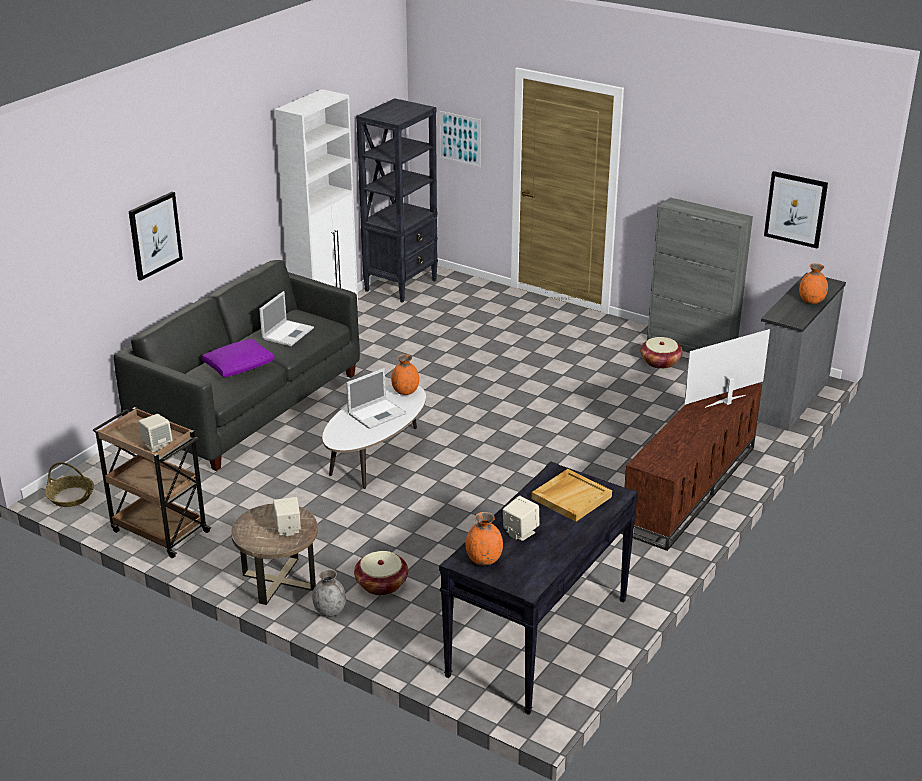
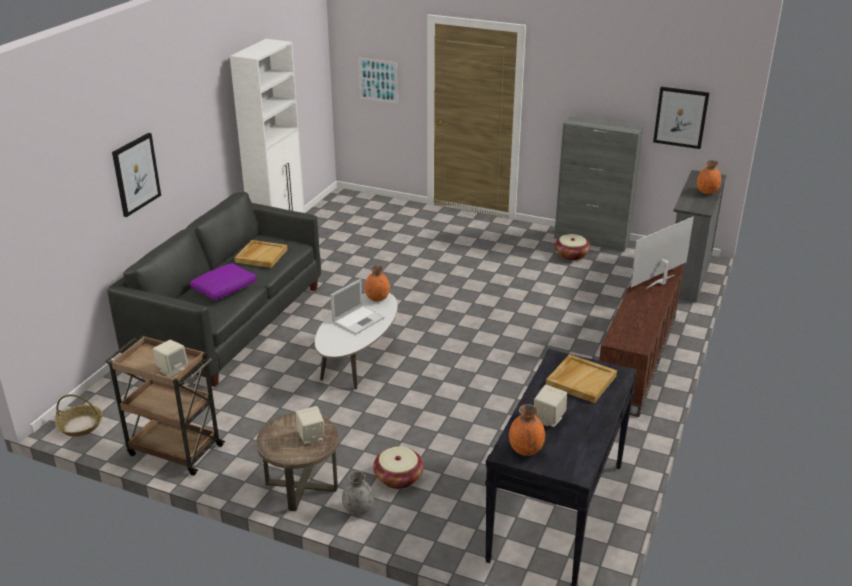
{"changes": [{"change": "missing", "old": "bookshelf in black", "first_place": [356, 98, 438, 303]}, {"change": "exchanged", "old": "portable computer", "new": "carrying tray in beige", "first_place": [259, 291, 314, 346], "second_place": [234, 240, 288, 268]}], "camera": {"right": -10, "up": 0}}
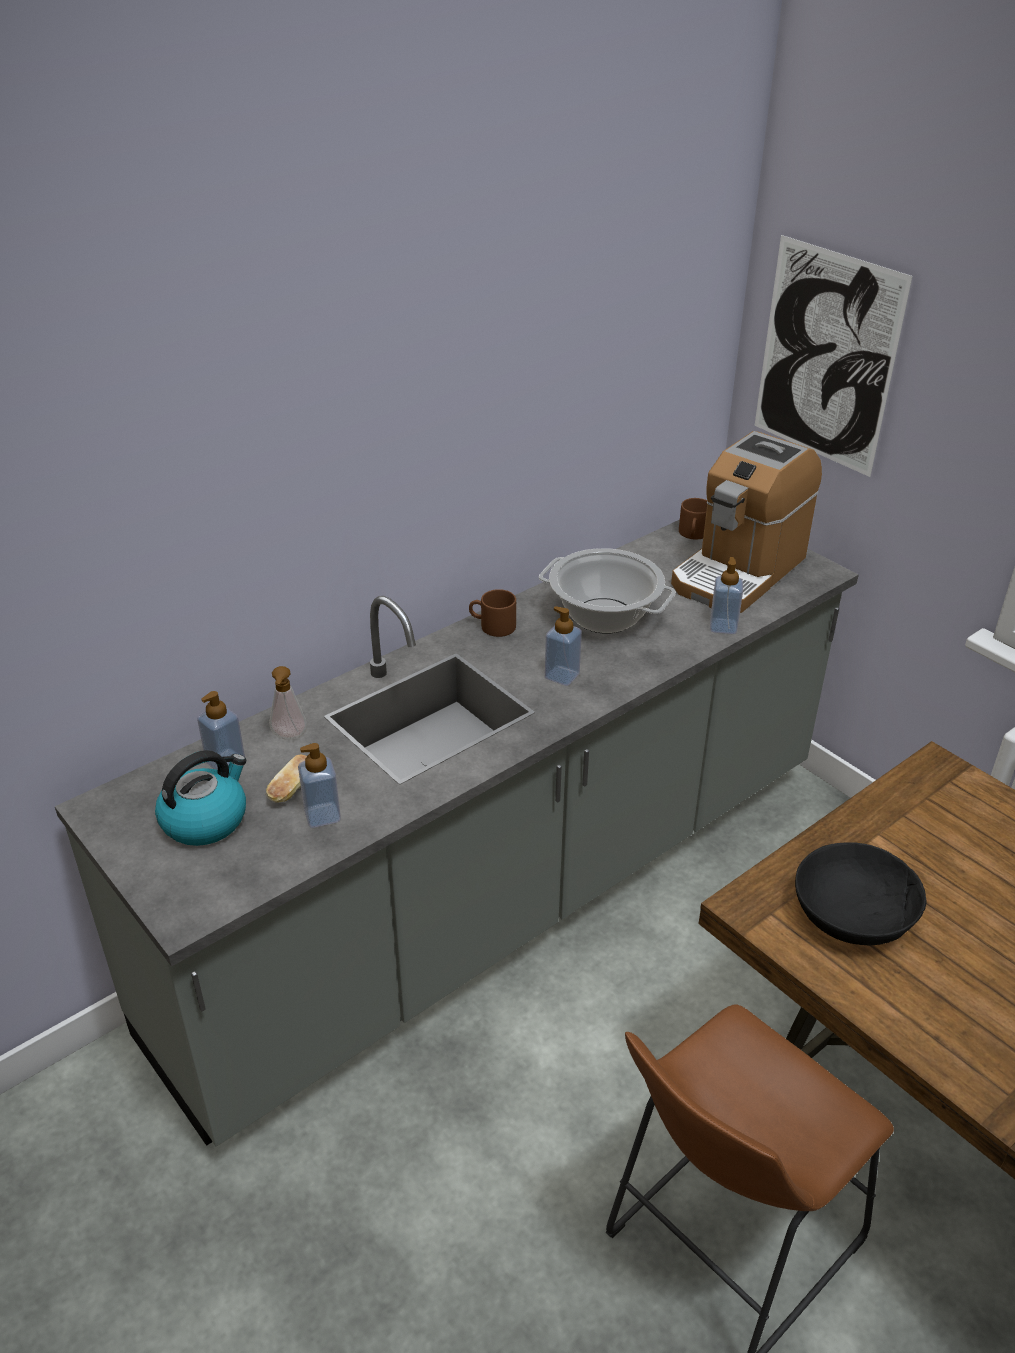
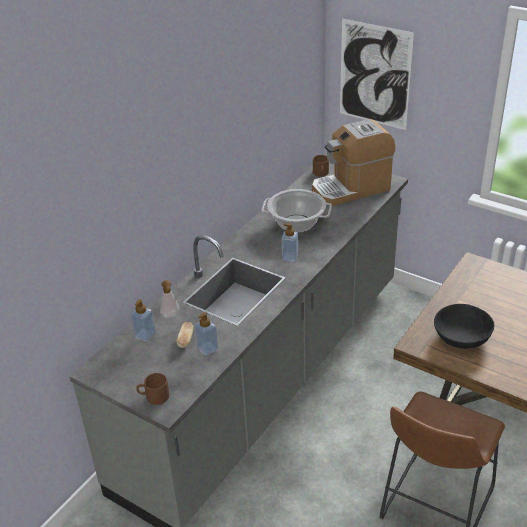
{"changes": [{"change": "missing", "old": "water kettle", "first_place": [155, 750, 246, 846]}, {"change": "missing", "old": "soap bottle", "first_place": [710, 557, 743, 634]}, {"change": "relocated", "old": "mug in brown", "first_place": [469, 589, 516, 637], "second_place": [136, 373, 169, 405]}, {"change": "spun", "old": "coffee maker", "first_place": [671, 431, 822, 613], "second_place": [312, 119, 395, 206], "degrees": 45}], "camera": {"right": -15, "up": 0}}
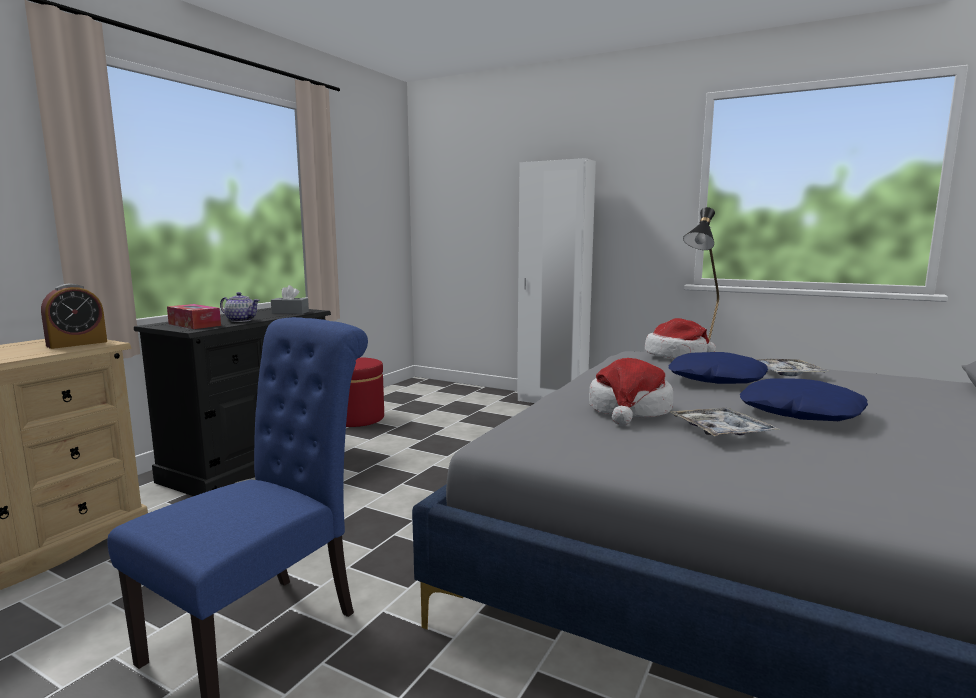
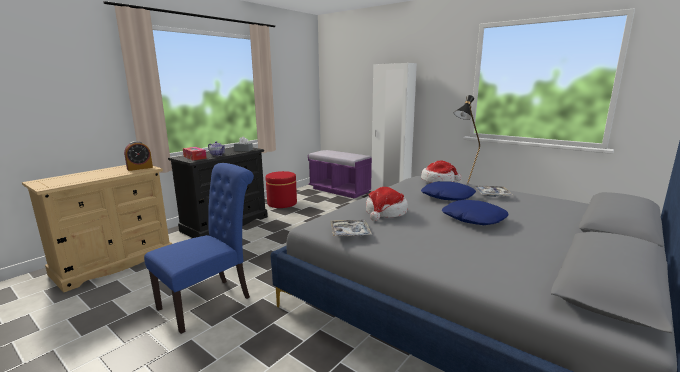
{"changes": [{"change": "appeared", "new": "long seat in purple-coloured", "second_place": [308, 150, 372, 198]}, {"change": "relocated", "old": "carrying tray", "first_place": [670, 408, 780, 436], "second_place": [330, 220, 372, 236]}], "camera": {"right": 10, "up": 5}}
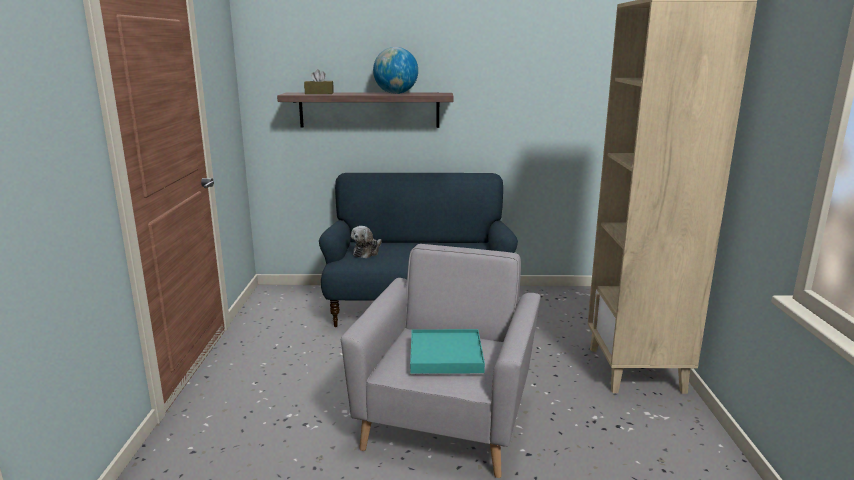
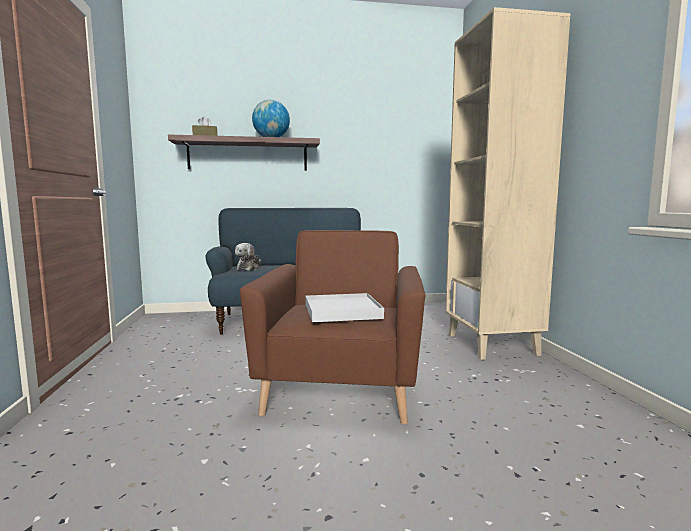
{"changes": [{"change": "colour", "old": "armchair in greyish", "new": "armchair in brown", "first_place": [341, 244, 541, 478], "second_place": [240, 230, 426, 424]}, {"change": "colour", "old": "carrying tray in blue-green", "new": "carrying tray in whitish", "first_place": [410, 329, 485, 374], "second_place": [305, 293, 384, 322]}], "camera": {"right": -10, "up": -10}}
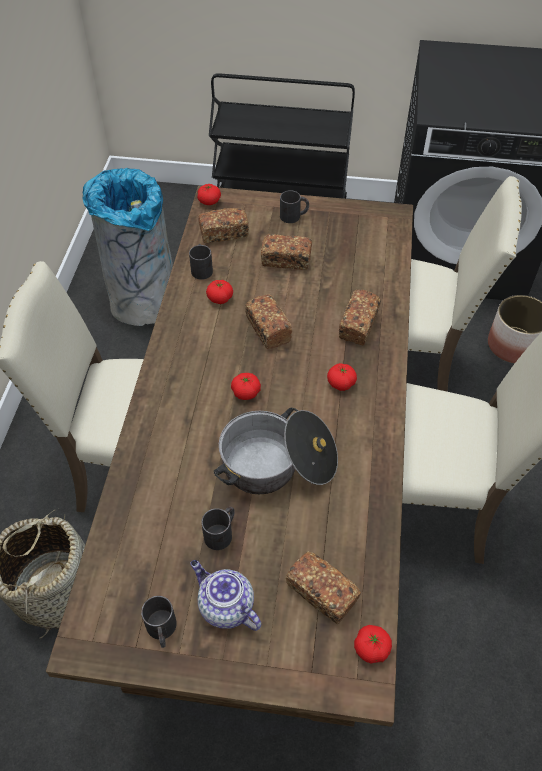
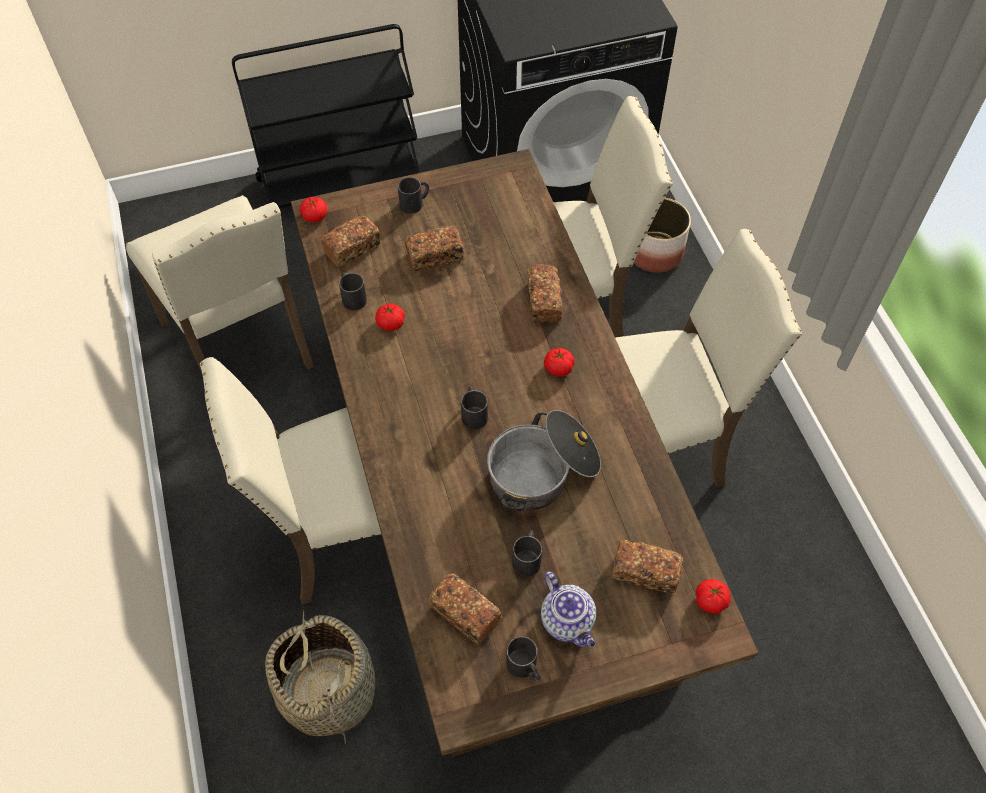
{"changes": [{"change": "relocated", "old": "bakery bread", "first_place": [245, 294, 292, 349], "second_place": [429, 573, 501, 645]}, {"change": "exchanged", "old": "waste bin in greyish", "new": "plain chair in beige", "first_place": [82, 168, 173, 326], "second_place": [126, 195, 314, 373]}, {"change": "exchanged", "old": "fresh tomato", "new": "mug in black", "first_place": [231, 373, 261, 400], "second_place": [461, 387, 488, 430]}, {"change": "spun", "old": "pot for tea", "first_place": [190, 560, 261, 631], "second_place": [541, 572, 596, 647], "degrees": -135}], "camera": {"right": -25, "up": 5}}
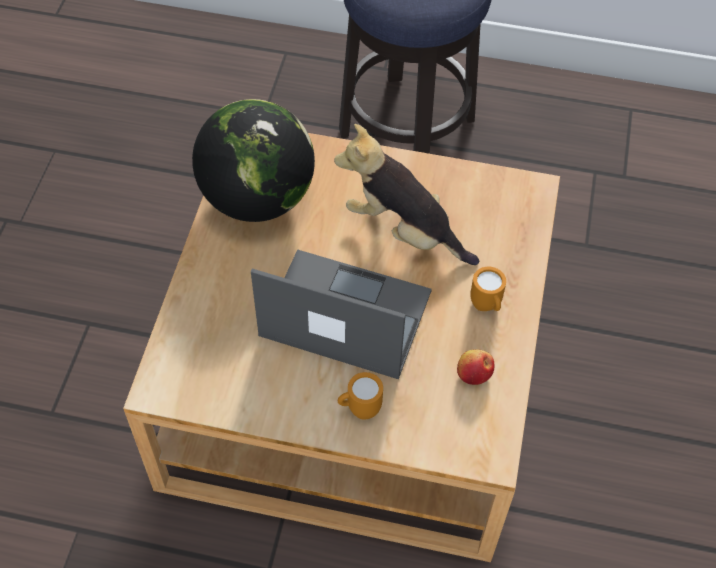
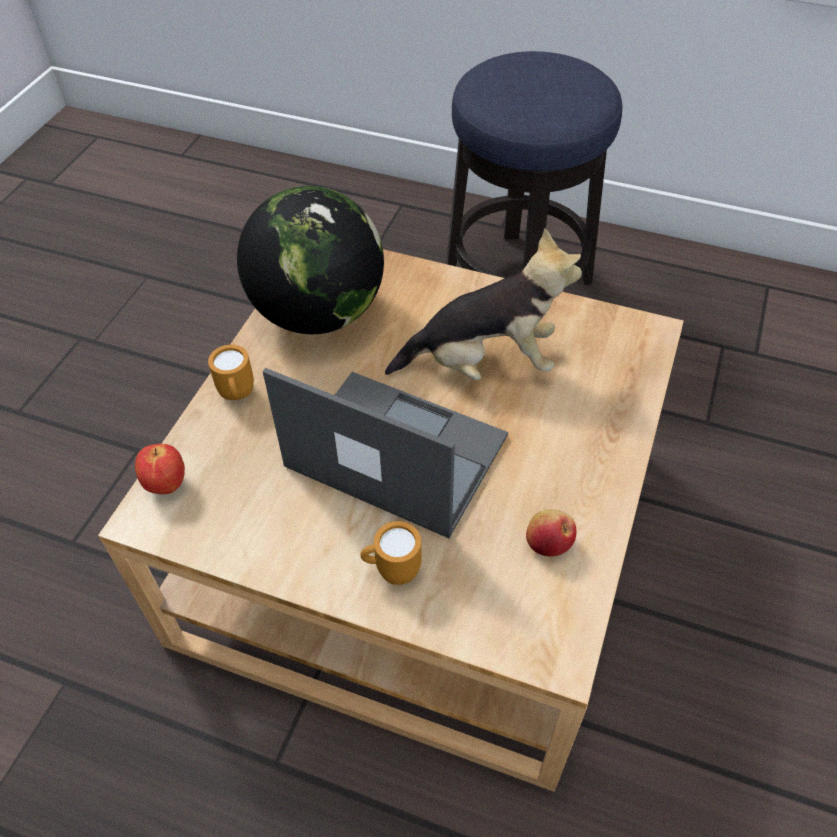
{"changes": [{"change": "appeared", "new": "apple", "second_place": [135, 444, 185, 494]}, {"change": "relocated", "old": "mug in orange-coloured", "first_place": [470, 267, 506, 311], "second_place": [208, 345, 254, 400]}, {"change": "spun", "old": "plush toy", "first_place": [334, 124, 479, 265], "second_place": [385, 228, 582, 380], "degrees": 135}], "camera": {"right": 10, "up": -5}}
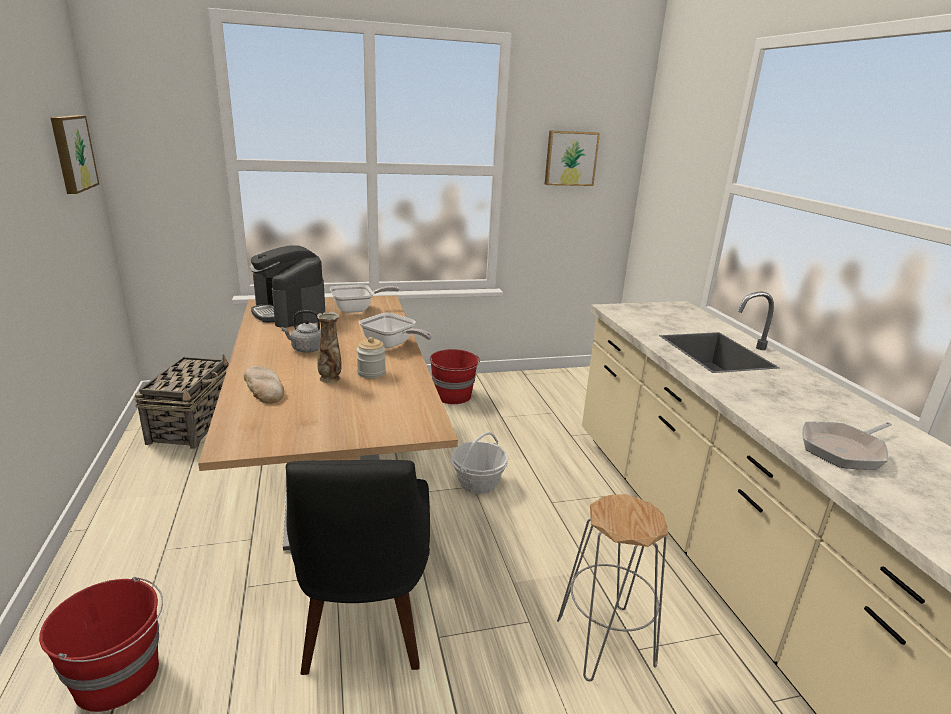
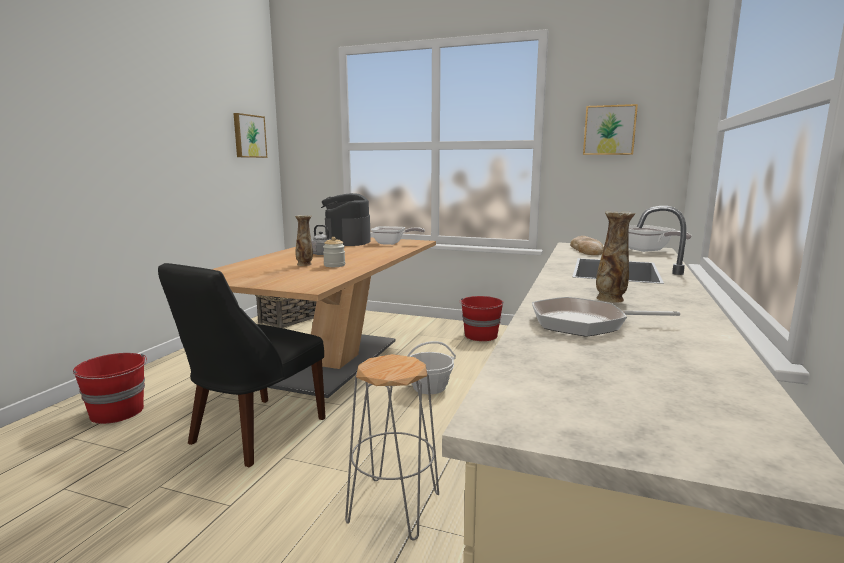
{"changes": [{"change": "appeared", "new": "flower vase", "second_place": [596, 211, 636, 302]}, {"change": "relocated", "old": "bakery bread", "first_place": [244, 366, 284, 404], "second_place": [570, 236, 604, 255]}, {"change": "relocated", "old": "pan", "first_place": [359, 313, 432, 348], "second_place": [628, 225, 692, 252]}], "camera": {"right": 35, "up": -10}}
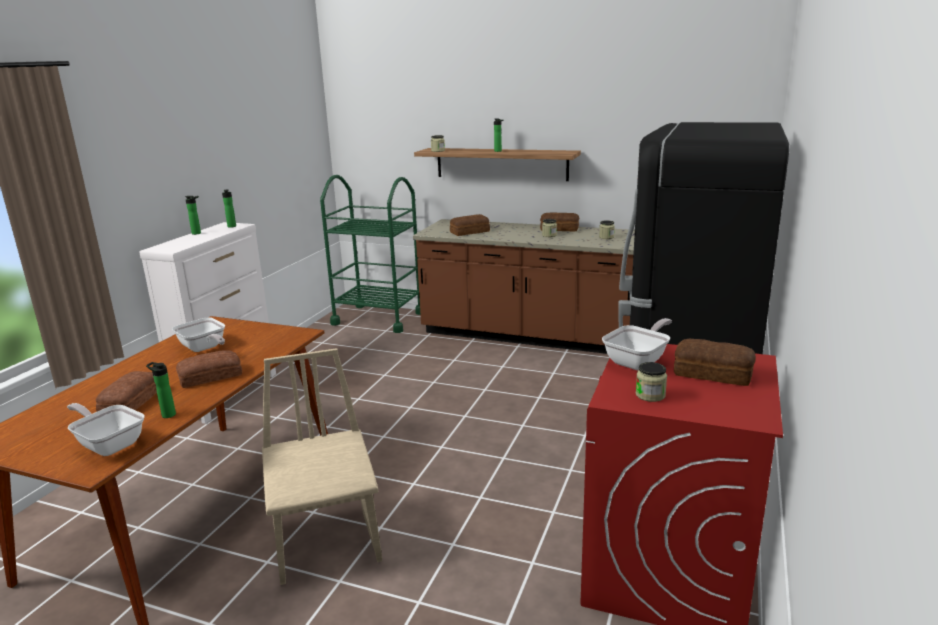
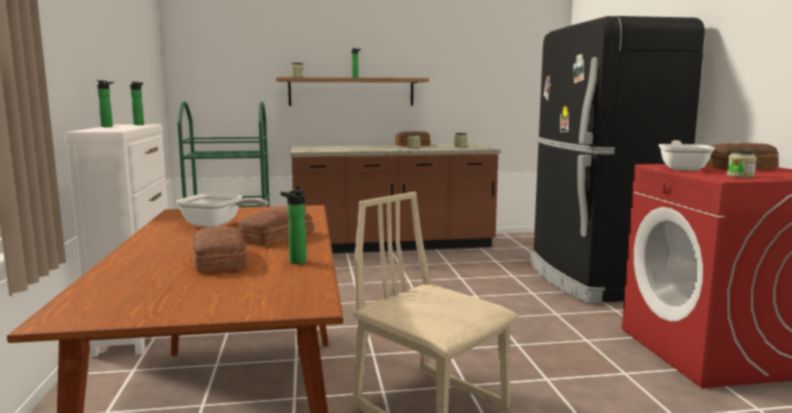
{"changes": [{"change": "missing", "old": "pan", "first_place": [67, 403, 145, 456]}, {"change": "missing", "old": "bakery bread", "first_place": [450, 214, 490, 236]}], "camera": {"right": -30, "up": -10}}
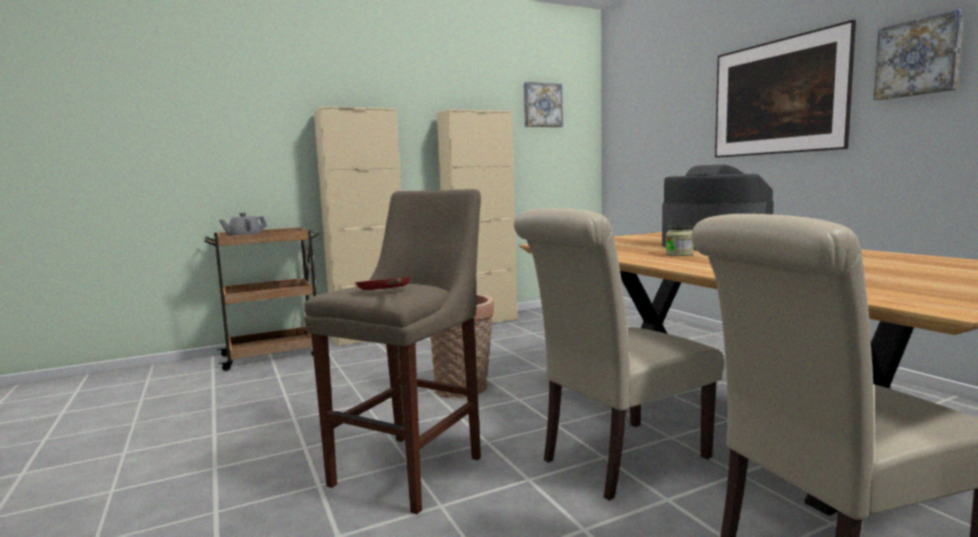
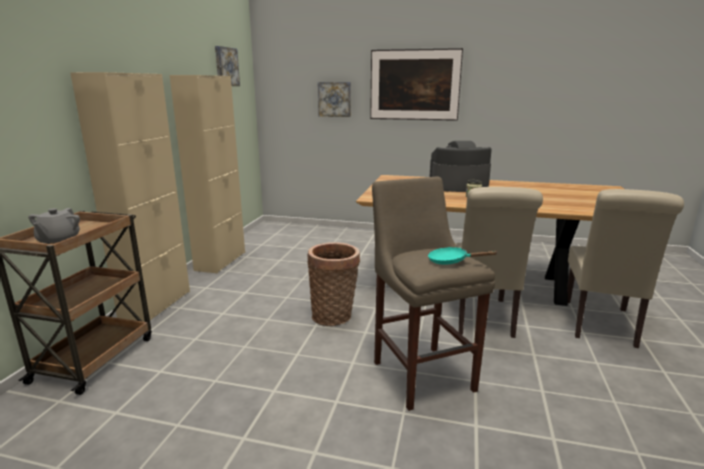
{"changes": [{"change": "relocated", "old": "wall art", "first_place": [874, 9, 964, 100], "second_place": [318, 82, 351, 117]}, {"change": "colour", "old": "pan in red-coloured", "new": "pan in blue-green", "first_place": [355, 277, 411, 290], "second_place": [428, 247, 498, 265]}], "camera": {"right": -50, "up": 10}}
